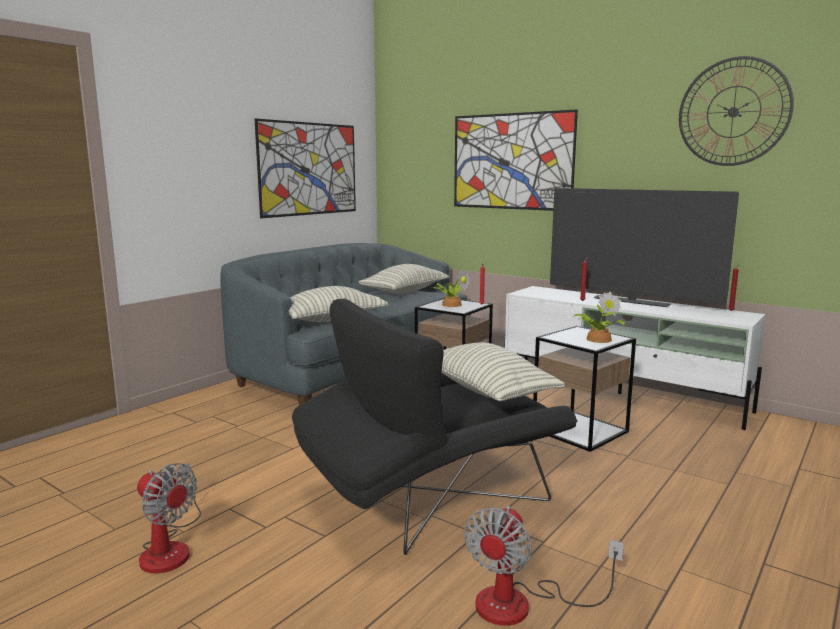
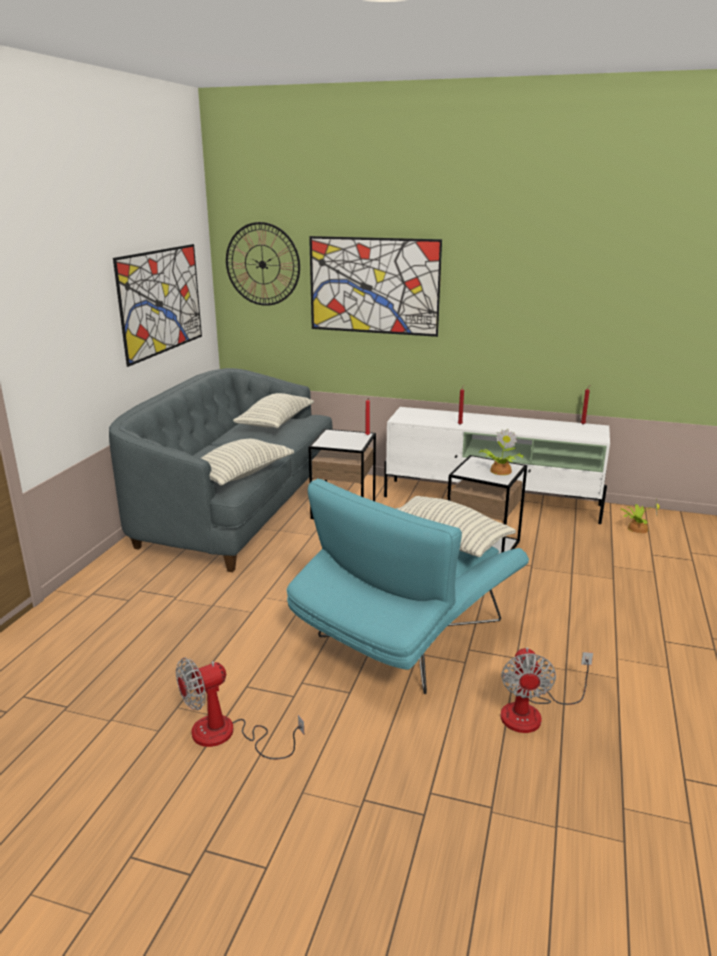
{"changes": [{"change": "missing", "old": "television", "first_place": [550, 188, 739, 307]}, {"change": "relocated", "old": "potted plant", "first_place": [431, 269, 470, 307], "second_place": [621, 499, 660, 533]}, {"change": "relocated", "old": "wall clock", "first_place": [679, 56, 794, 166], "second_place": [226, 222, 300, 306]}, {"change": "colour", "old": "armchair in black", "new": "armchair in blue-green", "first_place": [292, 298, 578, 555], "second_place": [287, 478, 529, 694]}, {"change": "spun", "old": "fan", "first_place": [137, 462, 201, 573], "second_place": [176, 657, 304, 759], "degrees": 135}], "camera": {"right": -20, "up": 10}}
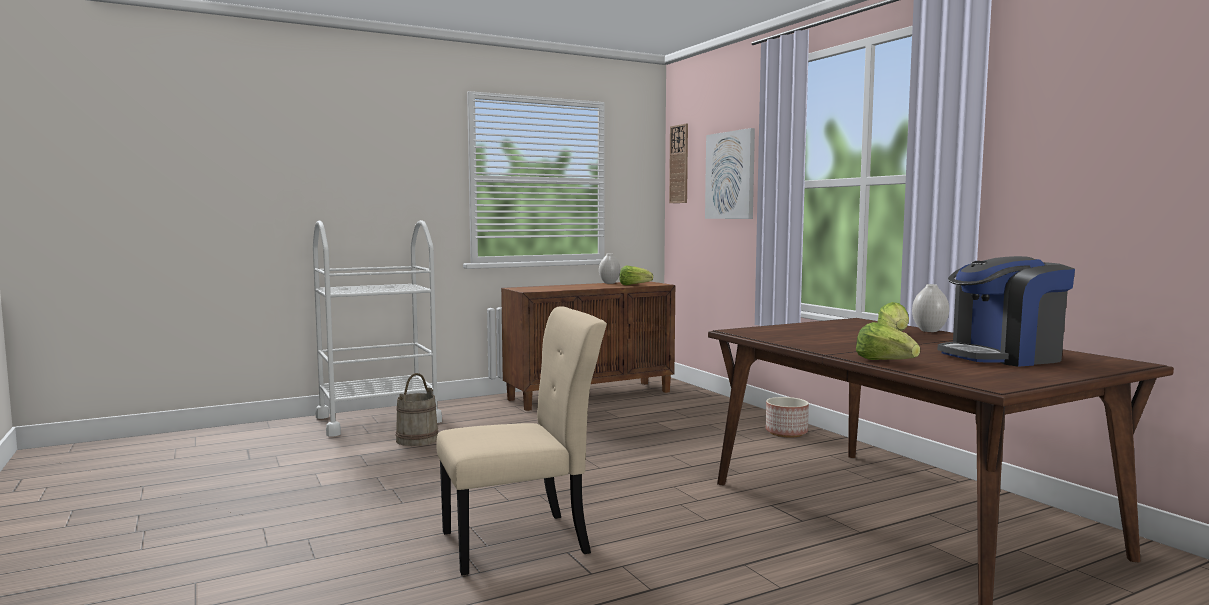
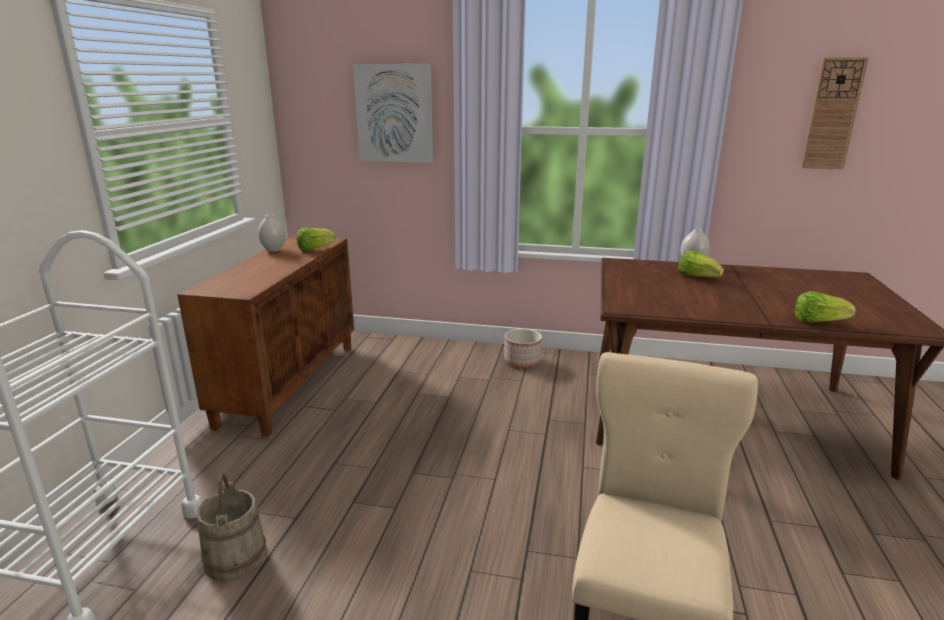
{"changes": [{"change": "missing", "old": "coffee maker", "first_place": [938, 256, 1075, 367]}, {"change": "relocated", "old": "wall clock", "first_place": [669, 123, 688, 203], "second_place": [801, 58, 868, 169]}], "camera": {"right": -50, "up": 15}}
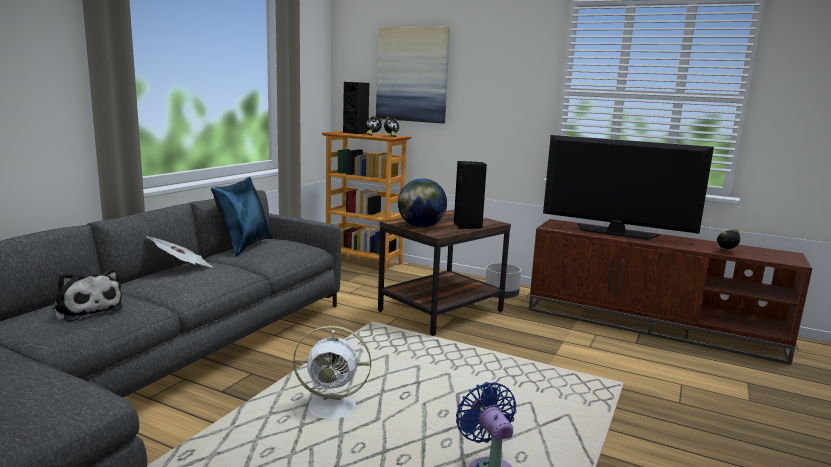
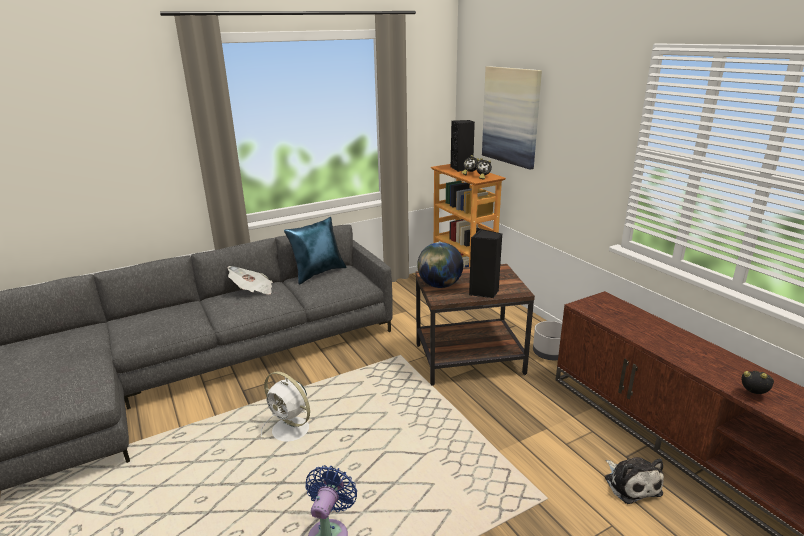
{"changes": [{"change": "missing", "old": "television", "first_place": [543, 135, 714, 240]}, {"change": "relocated", "old": "plush toy", "first_place": [53, 268, 123, 322], "second_place": [605, 457, 664, 504]}], "camera": {"right": 35, "up": 10}}
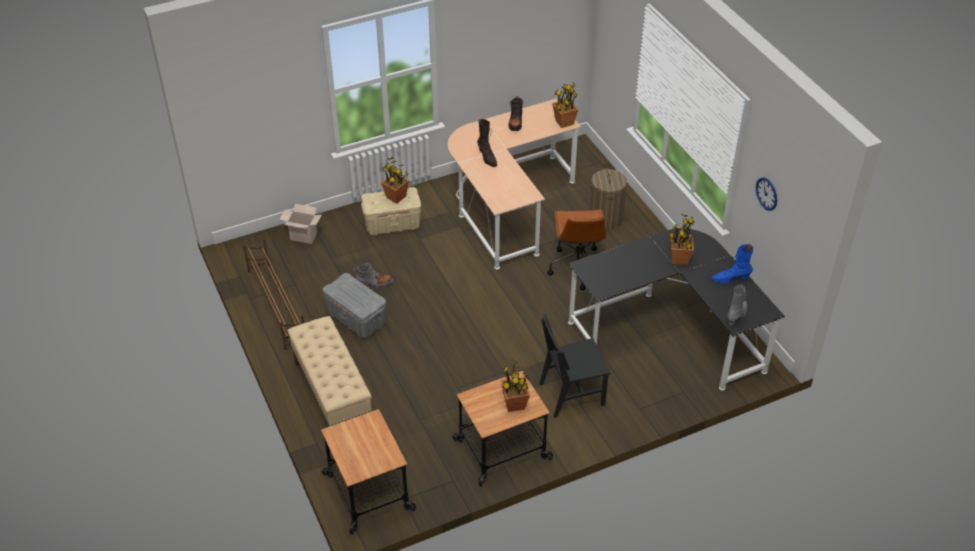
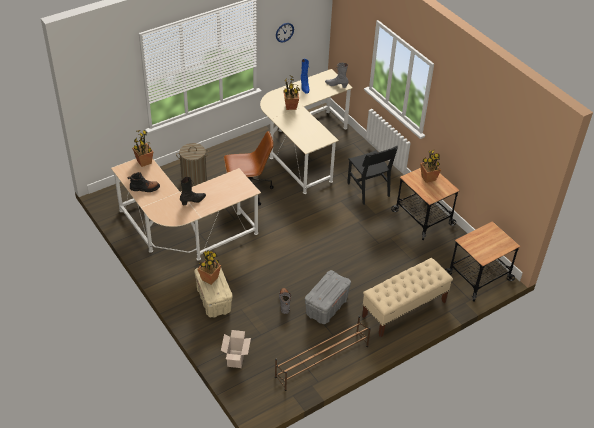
{"changes": [{"change": "colour", "old": "desk in black", "new": "desk in beige", "first_place": [568, 228, 785, 390], "second_place": [260, 69, 353, 194]}], "camera": {"right": -100, "up": 0}}
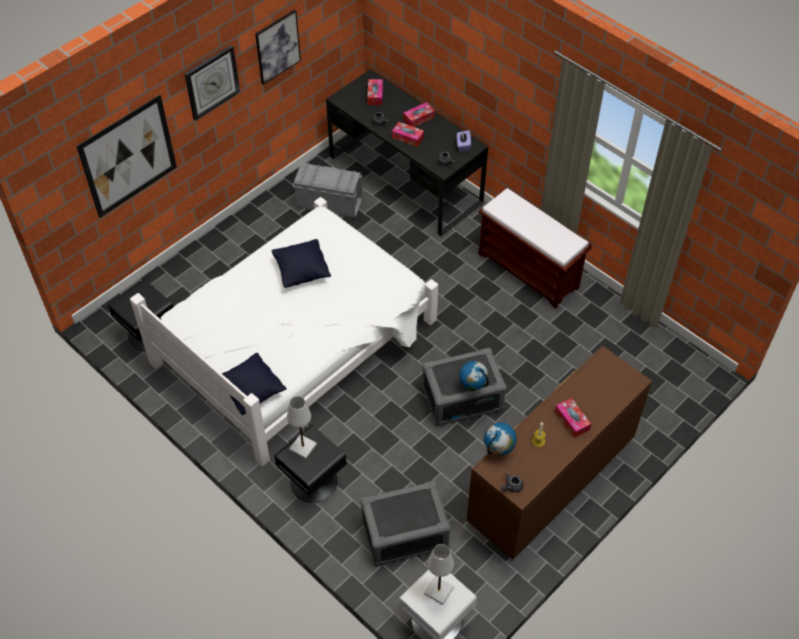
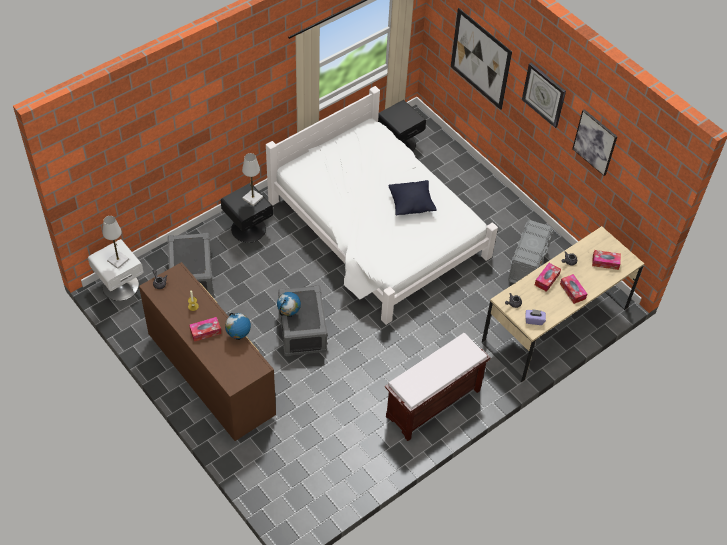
{"changes": [{"change": "missing", "old": "throw pillow in black", "first_place": [222, 353, 287, 415]}, {"change": "relocated", "old": "globe", "first_place": [484, 422, 517, 455], "second_place": [225, 313, 251, 340]}, {"change": "colour", "old": "desk in black", "new": "desk in beige", "first_place": [326, 69, 488, 237], "second_place": [482, 226, 644, 383]}], "camera": {"right": 95, "up": 0}}
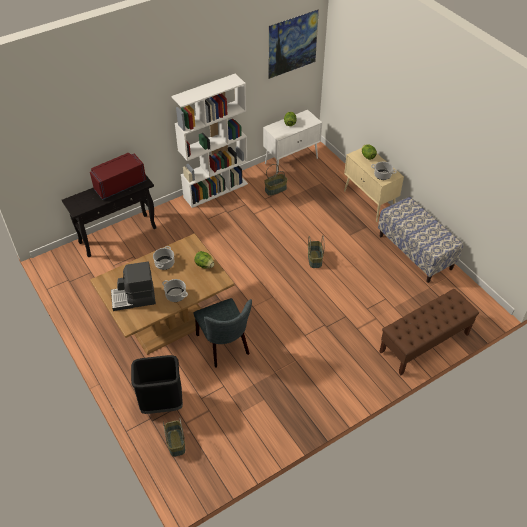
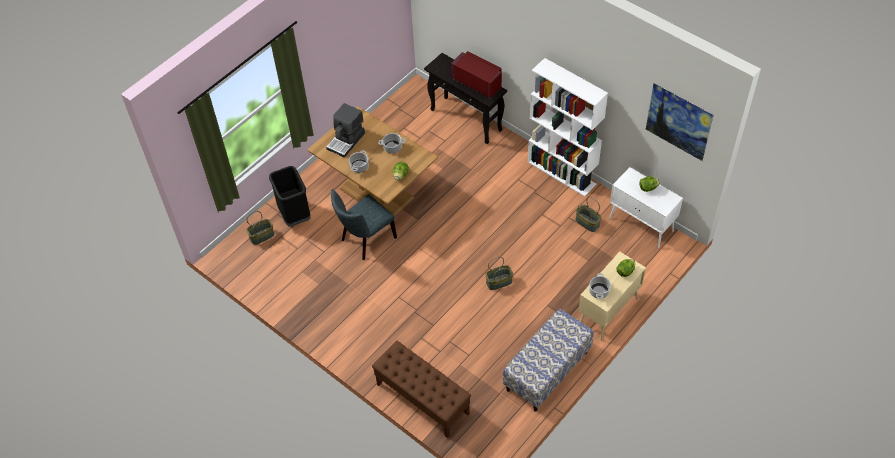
{"changes": [{"change": "spun", "old": "coffee maker", "first_place": [111, 261, 156, 311], "second_place": [326, 103, 365, 158], "degrees": -120}], "camera": {"right": 75, "up": 5}}
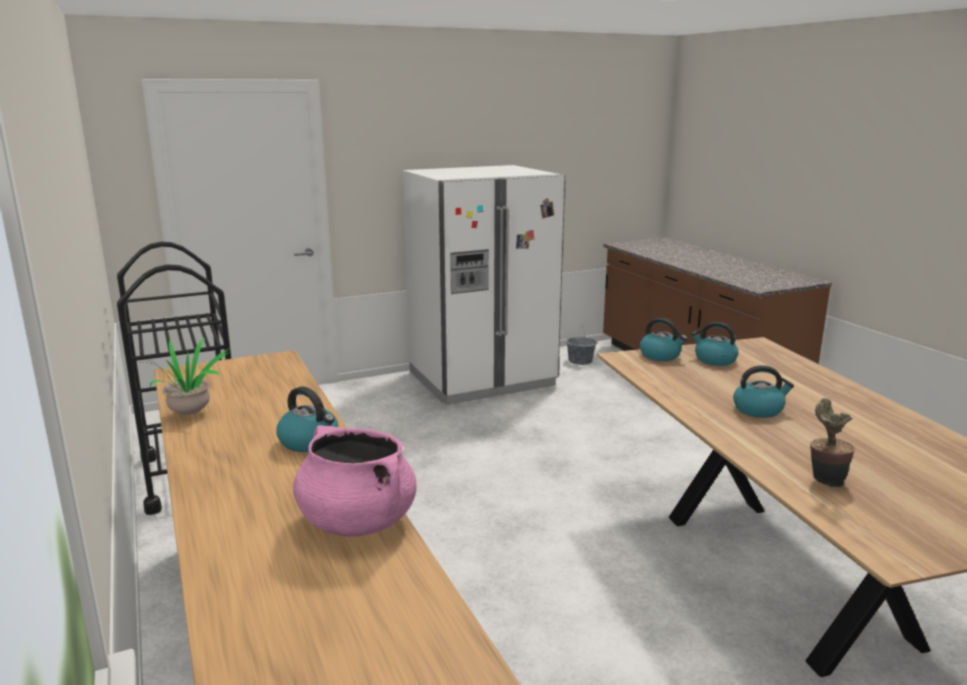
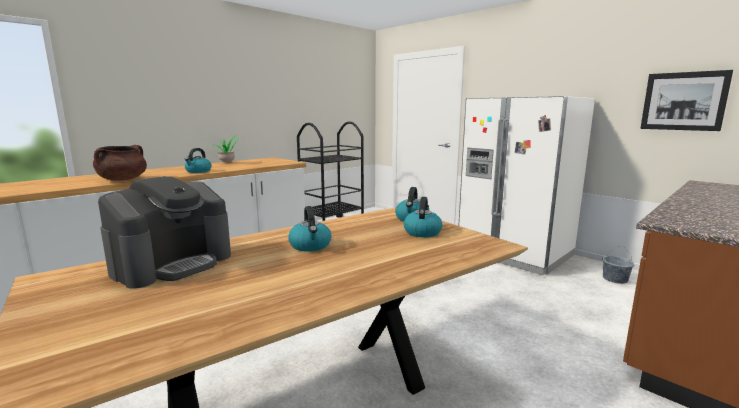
{"changes": [{"change": "appeared", "new": "wall art", "second_place": [640, 70, 733, 131]}, {"change": "exchanged", "old": "potted plant", "new": "coffee maker", "first_place": [810, 398, 855, 487], "second_place": [98, 176, 231, 289]}, {"change": "colour", "old": "stockpot in pink", "new": "stockpot in brown", "first_place": [293, 425, 417, 537], "second_place": [93, 145, 147, 181]}], "camera": {"right": 70, "up": -5}}
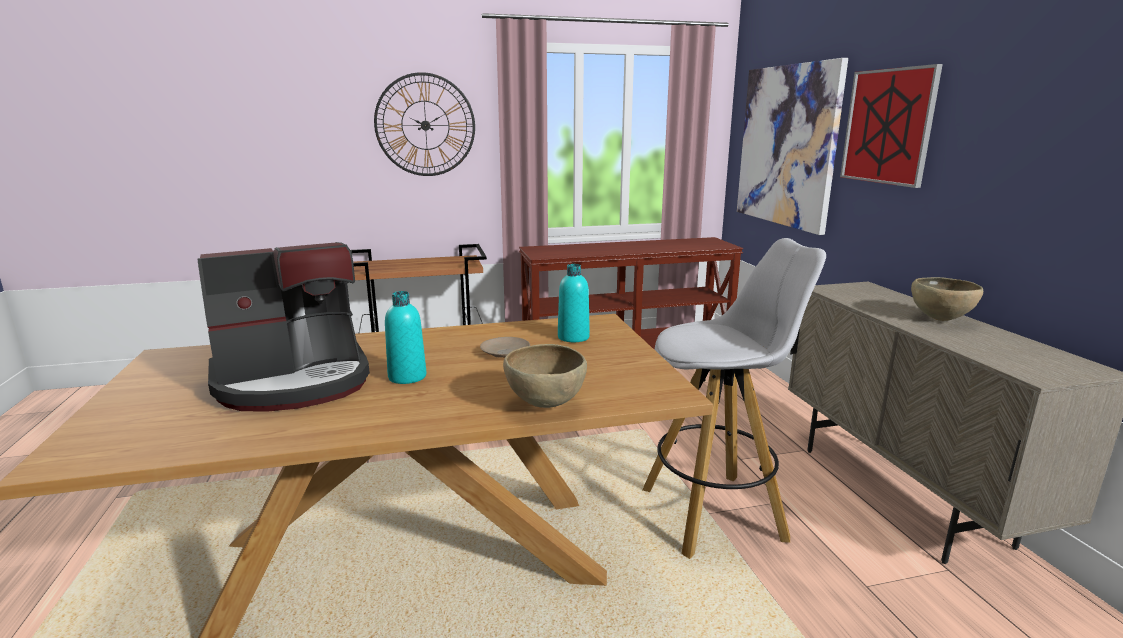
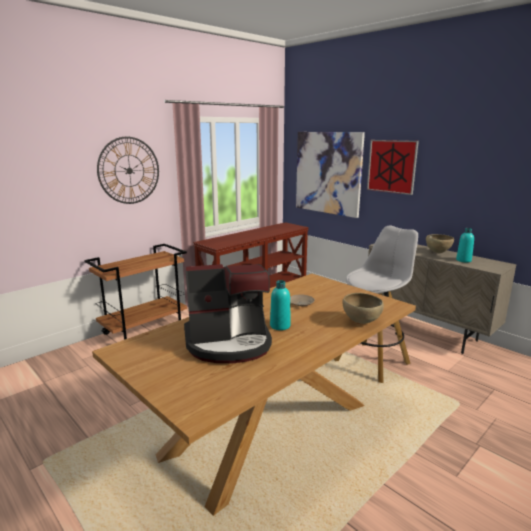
{"changes": [{"change": "relocated", "old": "beverage bottle in blue-green", "first_place": [558, 264, 590, 342], "second_place": [456, 228, 474, 262]}, {"change": "spun", "old": "coffee maker", "first_place": [197, 242, 370, 412], "second_place": [184, 264, 272, 363], "degrees": 45}], "camera": {"right": -30, "up": 0}}
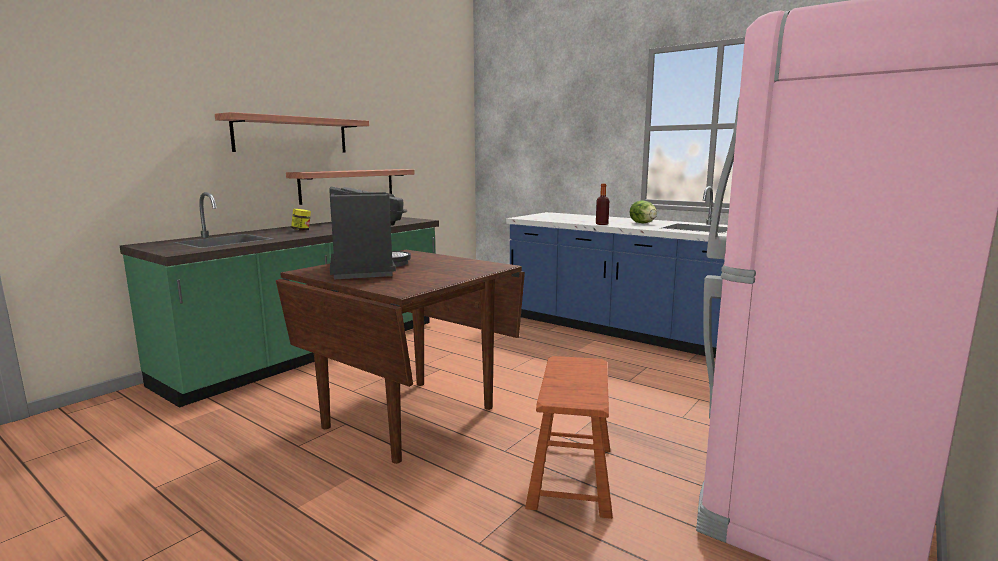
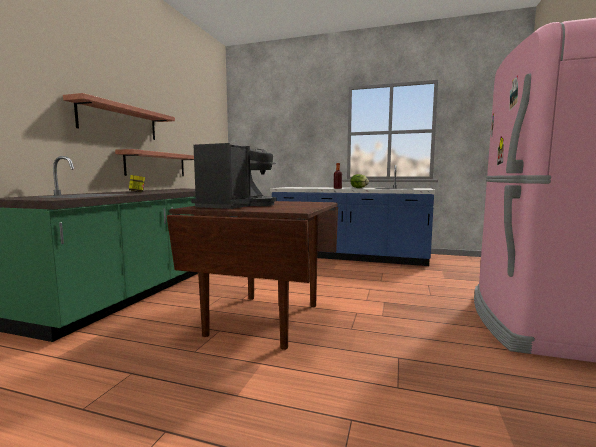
{"changes": [{"change": "missing", "old": "stool in brown", "first_place": [525, 356, 613, 519]}, {"change": "spun", "old": "coffee maker", "first_place": [329, 187, 411, 280], "second_place": [191, 143, 276, 209], "degrees": 60}], "camera": {"right": -20, "up": -5}}
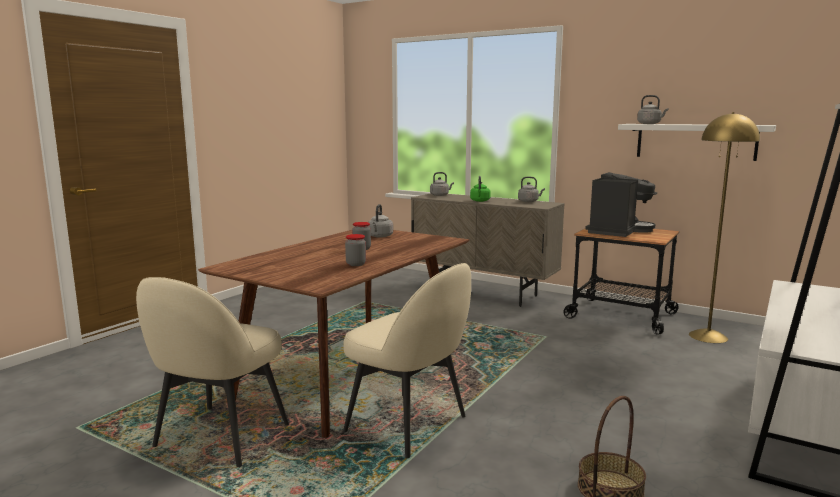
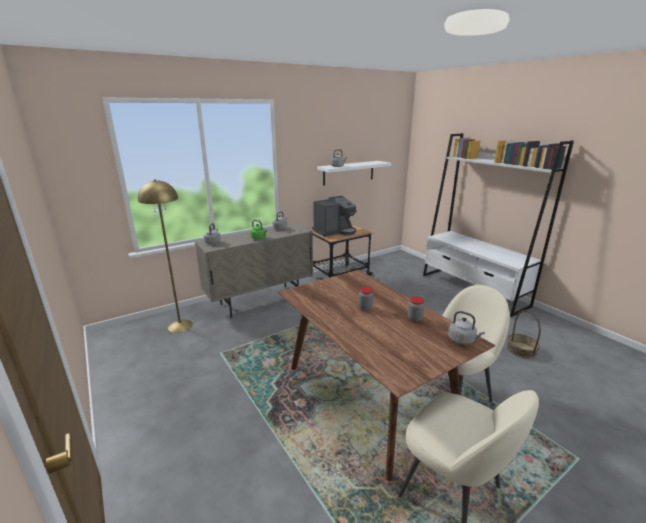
{"changes": [{"change": "relocated", "old": "water kettle in greyish", "first_place": [368, 204, 393, 238], "second_place": [448, 311, 485, 344]}, {"change": "relocated", "old": "floor lamp in yellow", "first_place": [689, 112, 760, 343], "second_place": [138, 179, 193, 333]}, {"change": "spun", "old": "coffee maker", "first_place": [585, 172, 657, 237], "second_place": [312, 196, 357, 237], "degrees": 90}], "camera": {"right": -65, "up": 10}}
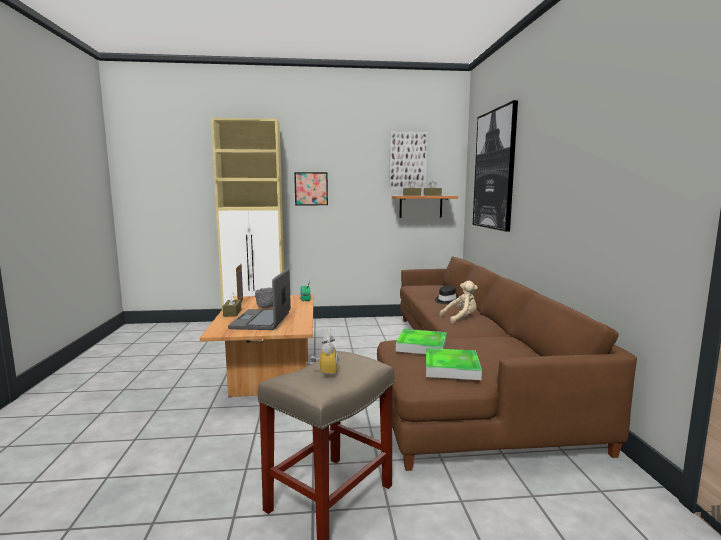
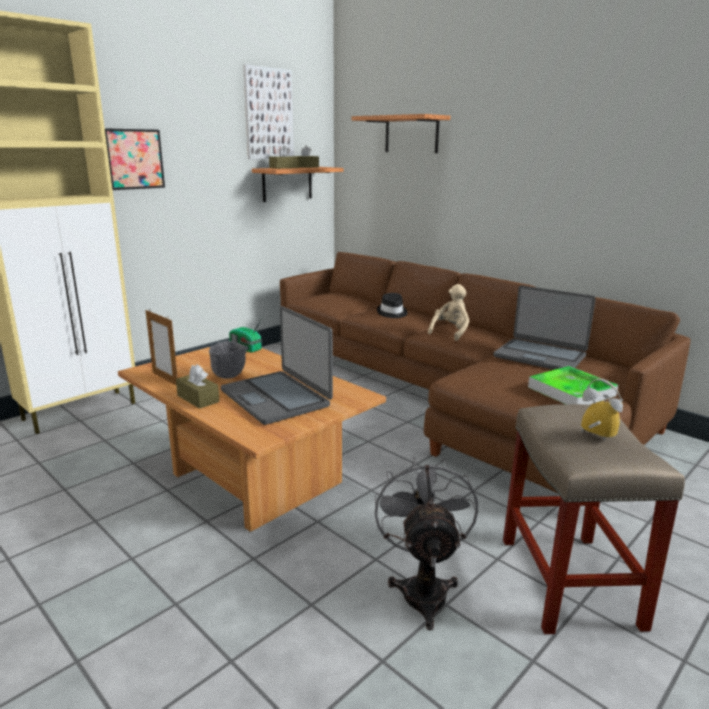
{"changes": [{"change": "missing", "old": "carrying tray", "first_place": [396, 329, 447, 354]}, {"change": "appeared", "new": "fan in greyish", "second_place": [375, 456, 478, 630]}, {"change": "appeared", "new": "portable computer", "second_place": [493, 285, 596, 370]}, {"change": "exchanged", "old": "wall art", "new": "bracket shelf", "first_place": [473, 100, 518, 231], "second_place": [351, 114, 450, 153]}], "camera": {"right": -40, "up": 10}}
